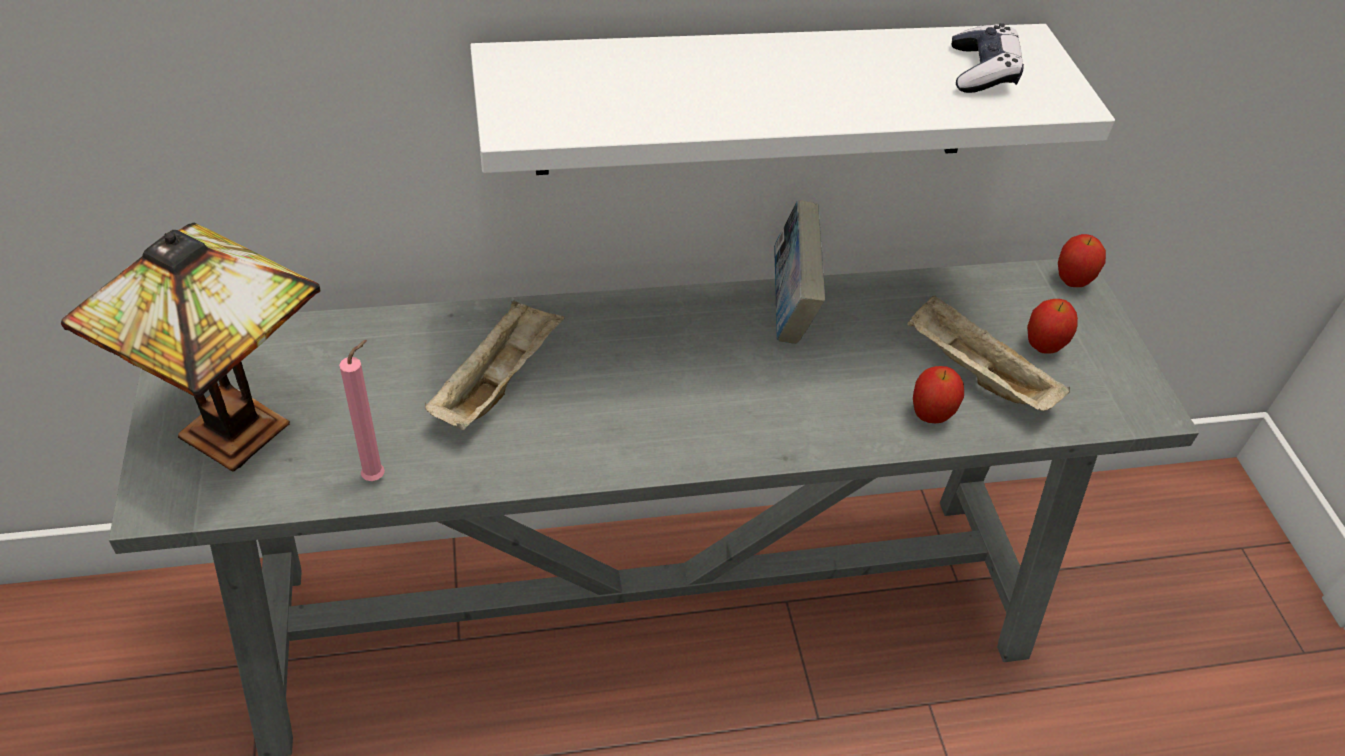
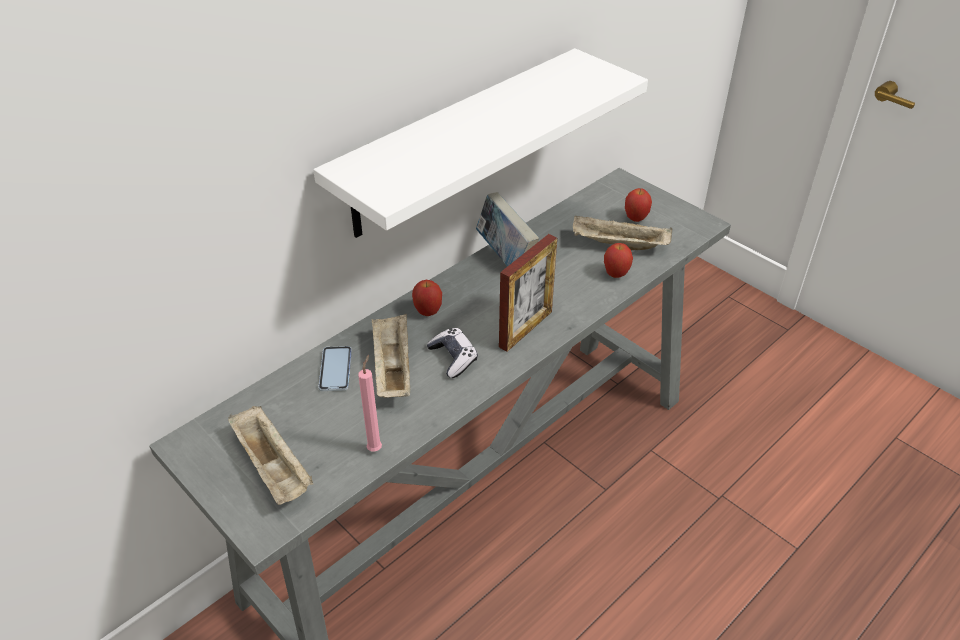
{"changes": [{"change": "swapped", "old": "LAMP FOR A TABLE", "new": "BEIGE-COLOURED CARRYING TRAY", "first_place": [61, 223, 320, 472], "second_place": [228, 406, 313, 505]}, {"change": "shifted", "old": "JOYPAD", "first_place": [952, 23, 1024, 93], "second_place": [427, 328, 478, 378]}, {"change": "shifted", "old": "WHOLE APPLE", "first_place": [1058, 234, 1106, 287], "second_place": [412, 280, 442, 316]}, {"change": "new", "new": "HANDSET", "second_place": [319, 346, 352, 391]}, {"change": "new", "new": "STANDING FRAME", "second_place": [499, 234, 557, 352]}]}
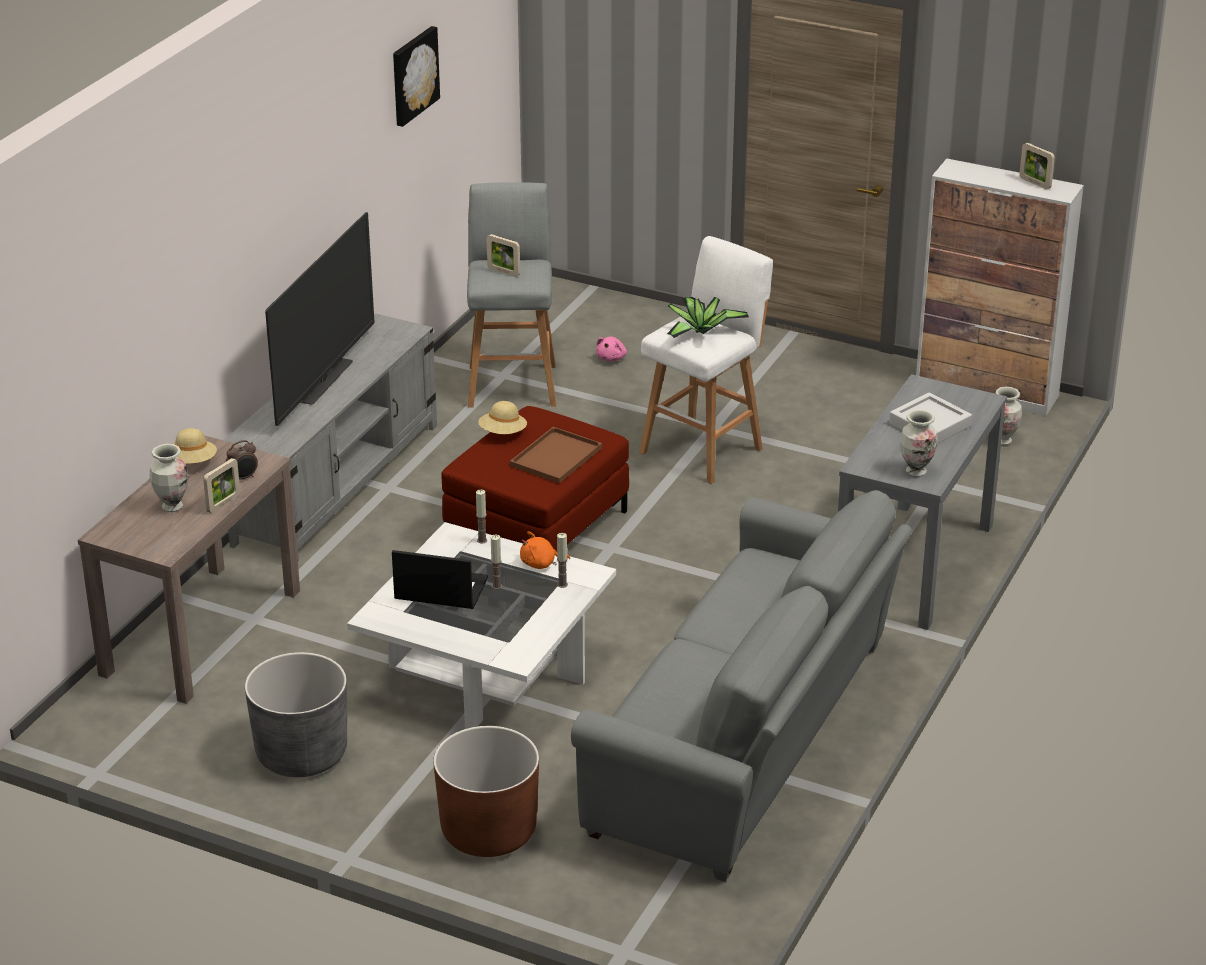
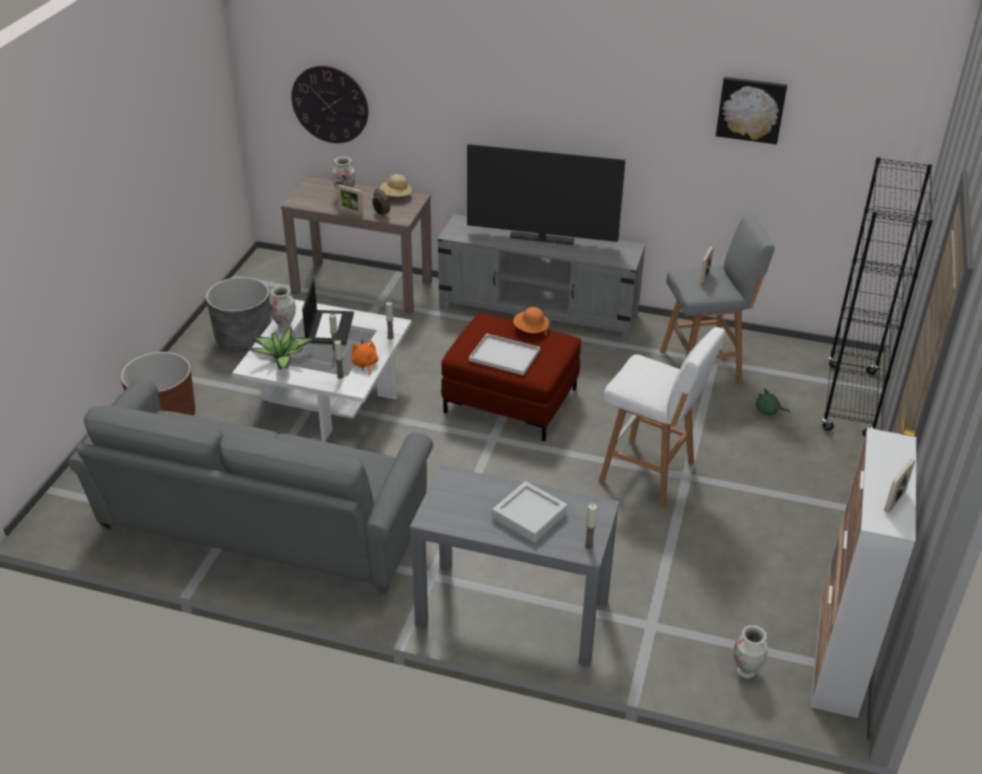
{"changes": [{"change": "repainted", "old": "BEIGE-COLOURED WEARABLE HAT", "new": "ORANGE-COLOURED WEARABLE HAT", "first_place": [478, 401, 527, 434], "second_place": [513, 307, 549, 336]}, {"change": "repainted", "old": "BROWN-COLOURED CARRYING TRAY", "new": "WHITISH CARRYING TRAY", "first_place": [510, 427, 602, 484], "second_place": [469, 334, 540, 375]}, {"change": "repainted", "old": "PINK-COLOURED SOFT TOY", "new": "GREEN-COLOURED SOFT TOY", "first_place": [596, 337, 627, 361], "second_place": [756, 389, 790, 416]}, {"change": "shifted", "old": "POTTED PLANT", "first_place": [667, 297, 749, 338], "second_place": [250, 328, 314, 369]}, {"change": "shifted", "old": "VASE", "first_place": [900, 410, 937, 477], "second_place": [269, 286, 296, 332]}, {"change": "new", "new": "HANGING CLOCK", "second_place": [291, 65, 368, 143]}, {"change": "new", "new": "CANDLE", "second_place": [584, 504, 597, 549]}, {"change": "new", "new": "BLACKISH SHELVING UNIT", "second_place": [822, 157, 933, 437]}]}
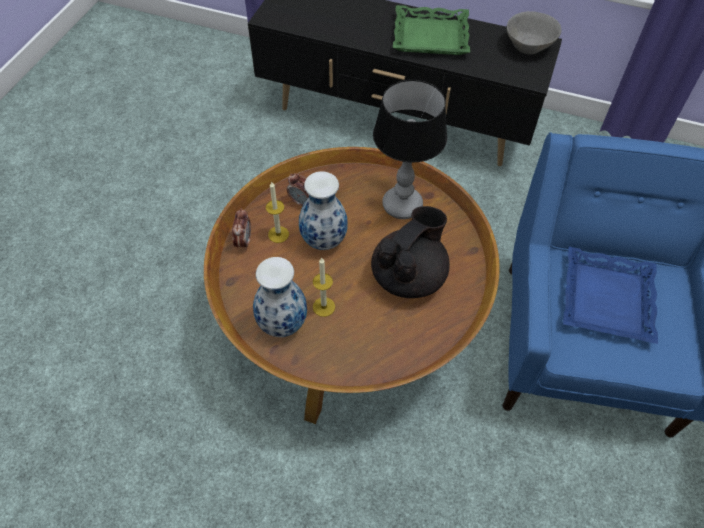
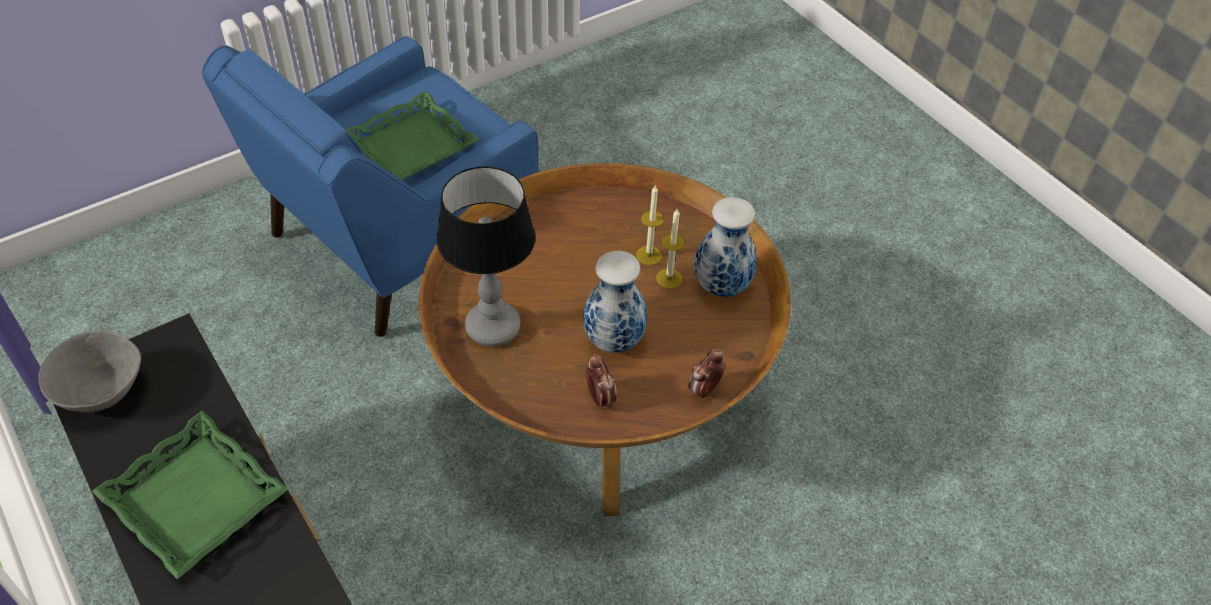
{"changes": [{"change": "shifted", "old": "CANDLE", "first_place": [266, 182, 289, 243], "second_place": [636, 186, 664, 265]}, {"change": "gone", "old": "BLACKISH TEA POT", "first_place": [371, 206, 450, 298]}, {"change": "repainted", "old": "BLUE CARRYING TRAY", "new": "GREEN-COLOURED CARRYING TRAY", "first_place": [563, 247, 658, 344], "second_place": [345, 91, 480, 180]}]}
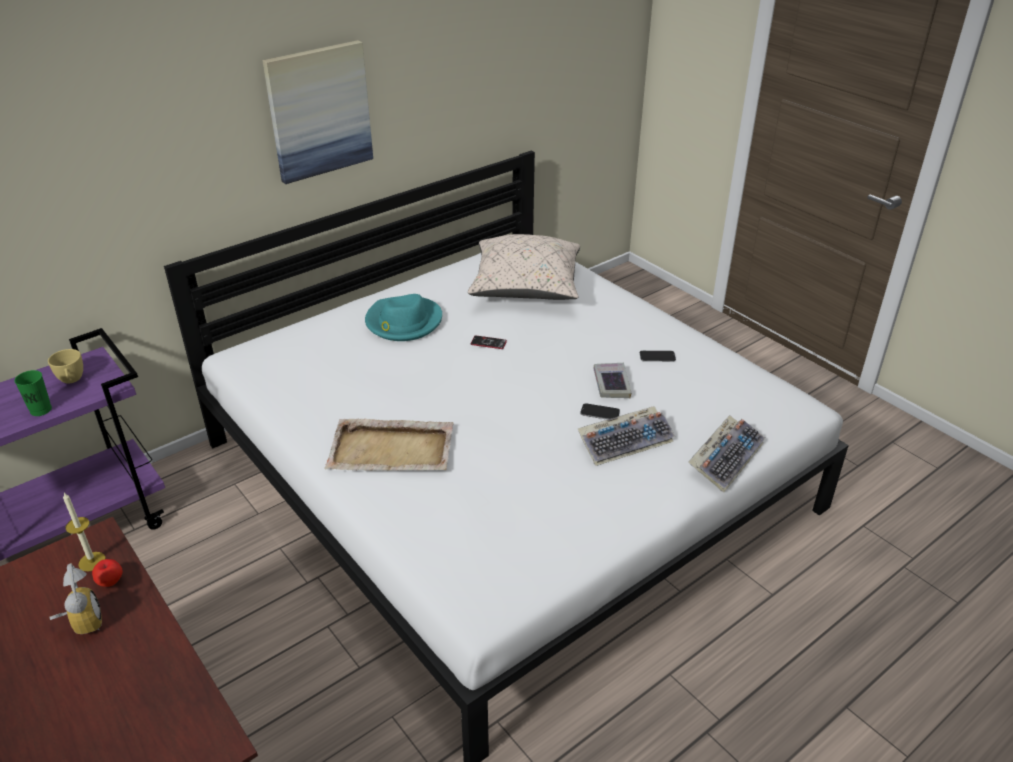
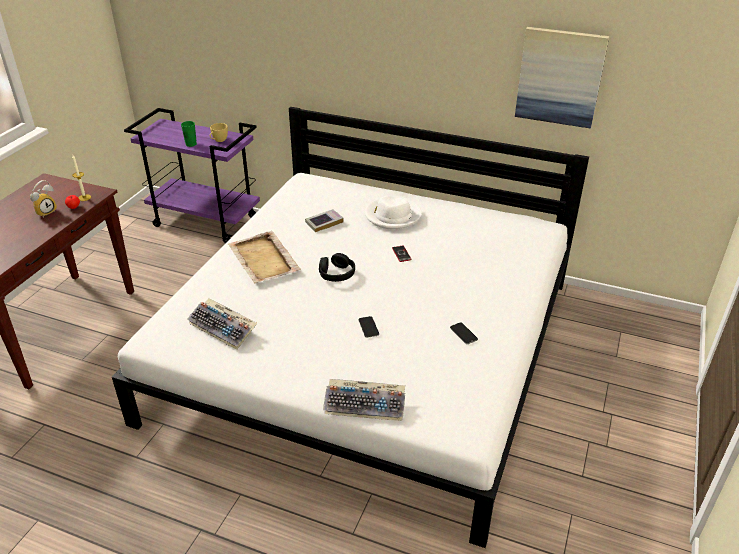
{"changes": [{"change": "shifted", "old": "WALL PICTURE", "first_place": [262, 40, 373, 184], "second_place": [515, 27, 609, 129]}, {"change": "repainted", "old": "BLUE-GREEN WEARABLE HAT", "new": "WHITISH WEARABLE HAT", "first_place": [365, 294, 442, 341], "second_place": [365, 196, 422, 229]}, {"change": "gone", "old": "BEIGE-COLOURED CUSHION", "first_place": [468, 234, 580, 300]}, {"change": "shifted", "old": "COMPUTER KEYBOARD", "first_place": [578, 406, 676, 466], "second_place": [187, 298, 257, 350]}, {"change": "shifted", "old": "VOLUME", "first_place": [593, 363, 631, 398], "second_place": [305, 209, 344, 232]}, {"change": "new", "new": "BLACKISH HEADSET", "second_place": [319, 253, 355, 282]}]}
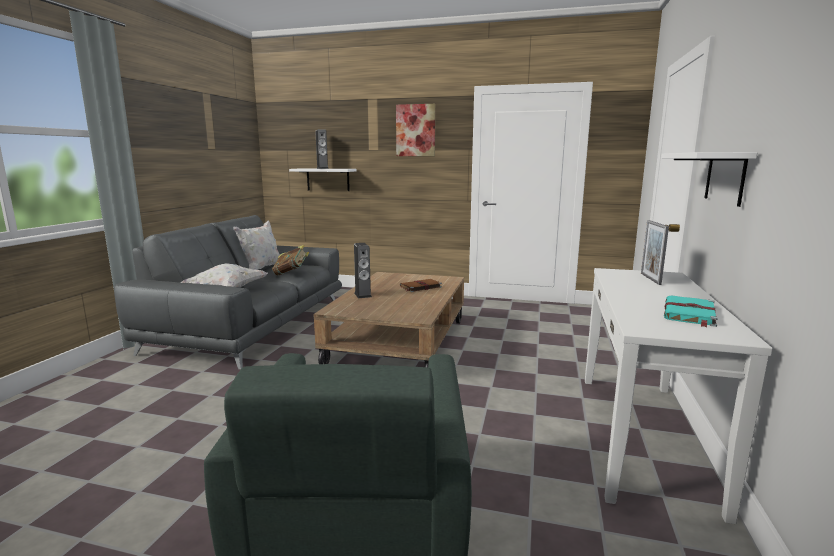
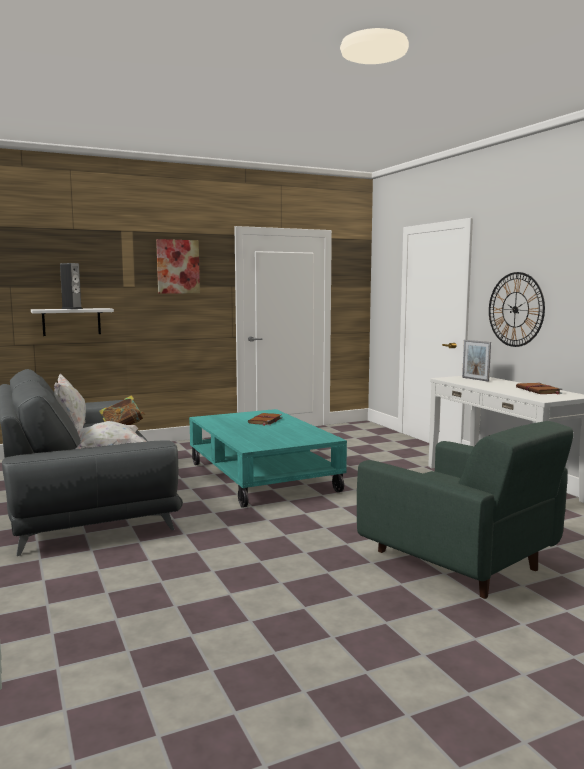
{"changes": [{"change": "repainted", "old": "BROWN-COLOURED LOUNGE TABLE", "new": "BLUE-GREEN LOUNGE TABLE", "first_place": [313, 272, 464, 367], "second_place": [189, 409, 347, 508]}, {"change": "gone", "old": "LOUDSPEAKER", "first_place": [354, 243, 372, 298]}, {"change": "swapped", "old": "WHITISH SHELF", "new": "HANGING CLOCK", "first_place": [661, 152, 757, 207], "second_place": [489, 272, 545, 347]}, {"change": "repainted", "old": "BLUE-GREEN VOLUME", "new": "BROWN-COLOURED VOLUME", "first_place": [664, 295, 718, 327], "second_place": [516, 383, 562, 394]}]}
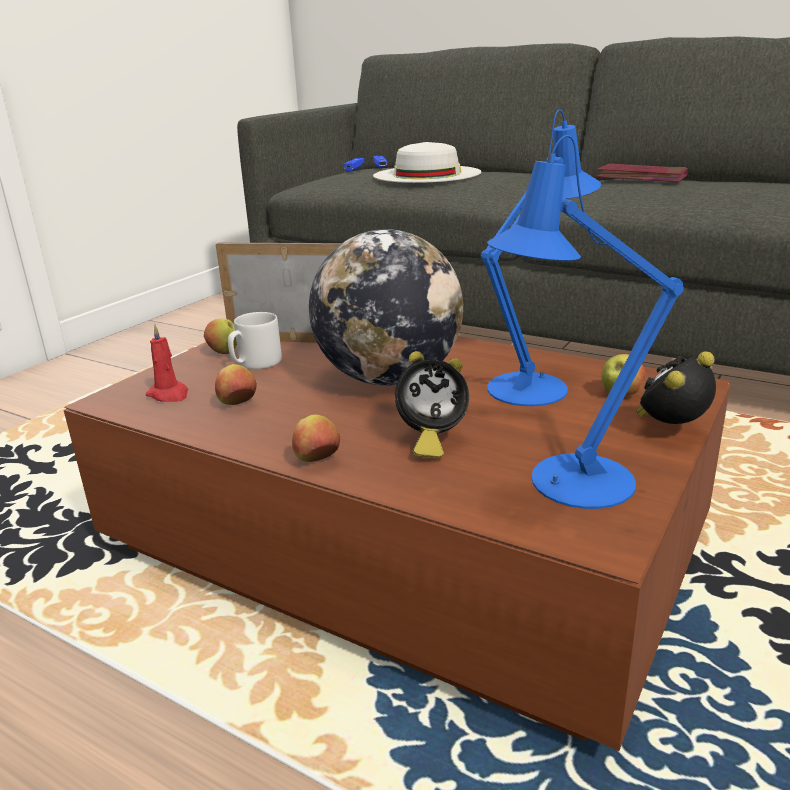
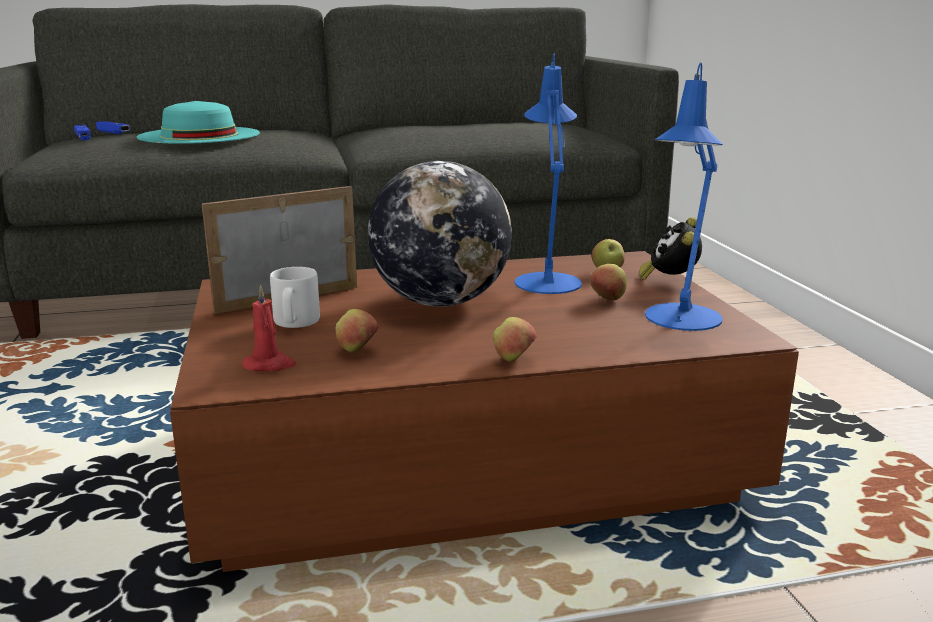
{"changes": [{"change": "shifted", "old": "WHOLE APPLE", "first_place": [204, 318, 237, 354], "second_place": [590, 264, 627, 300]}, {"change": "repainted", "old": "WHITISH WEARABLE HAT", "new": "BLUE-GREEN WEARABLE HAT", "first_place": [373, 142, 481, 183], "second_place": [137, 101, 260, 144]}, {"change": "gone", "old": "TABLE CLOCK", "first_place": [395, 351, 469, 458]}, {"change": "gone", "old": "RED-COLOURED VOLUME", "first_place": [596, 164, 688, 182]}]}
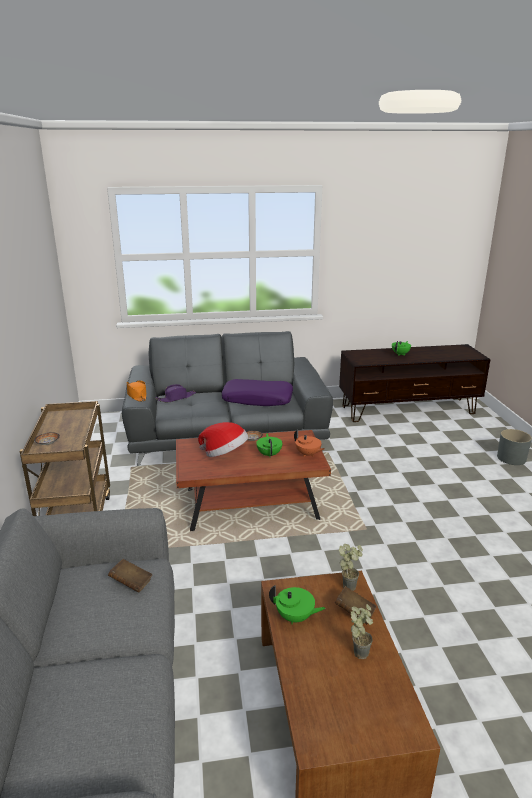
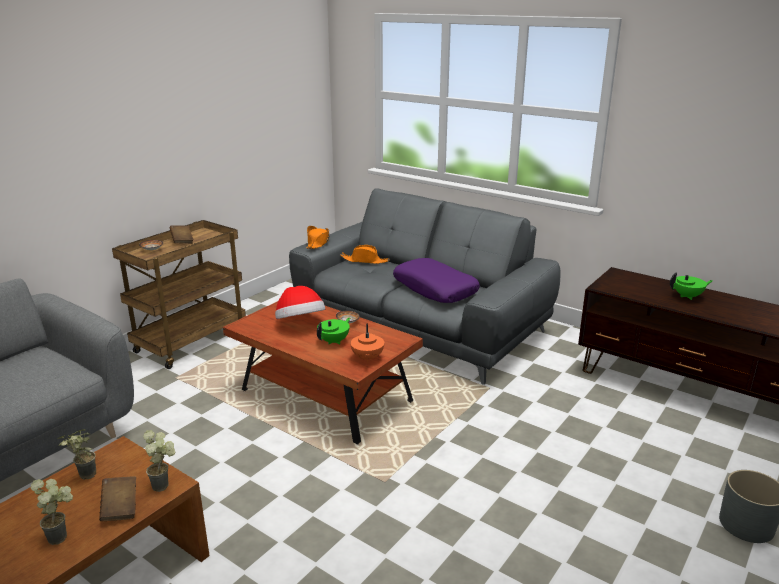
{"changes": [{"change": "shifted", "old": "BROWN-COLOURED VOLUME", "first_place": [108, 559, 152, 593], "second_place": [170, 225, 193, 244]}, {"change": "repainted", "old": "PURPLE-COLOURED WEARABLE HAT", "new": "ORANGE-COLOURED WEARABLE HAT", "first_place": [156, 384, 196, 402], "second_place": [340, 245, 390, 264]}, {"change": "swapped", "old": "GREEN-COLOURED TEA POT", "new": "POTTED PLANT", "first_place": [269, 585, 326, 624], "second_place": [57, 429, 96, 480]}]}
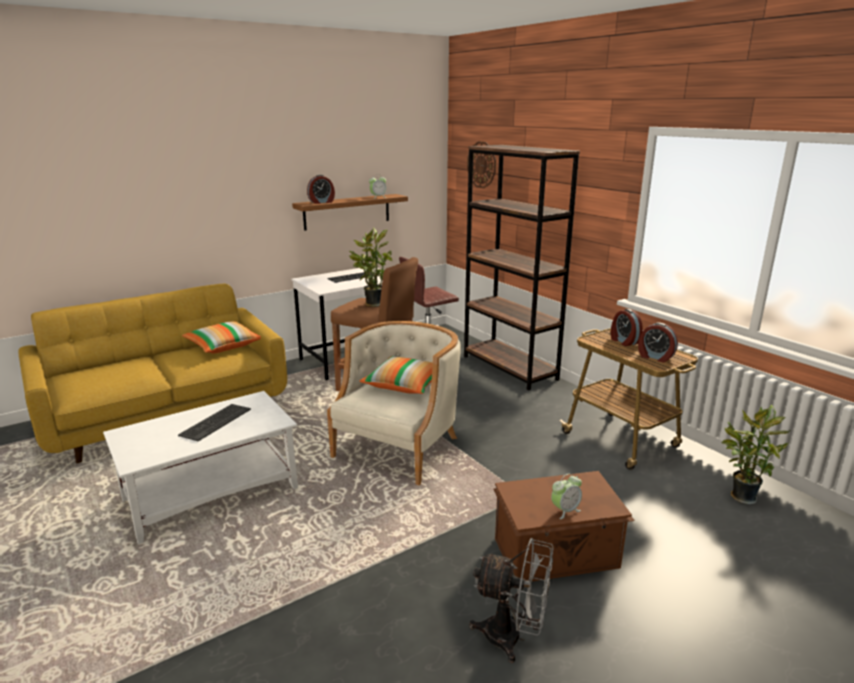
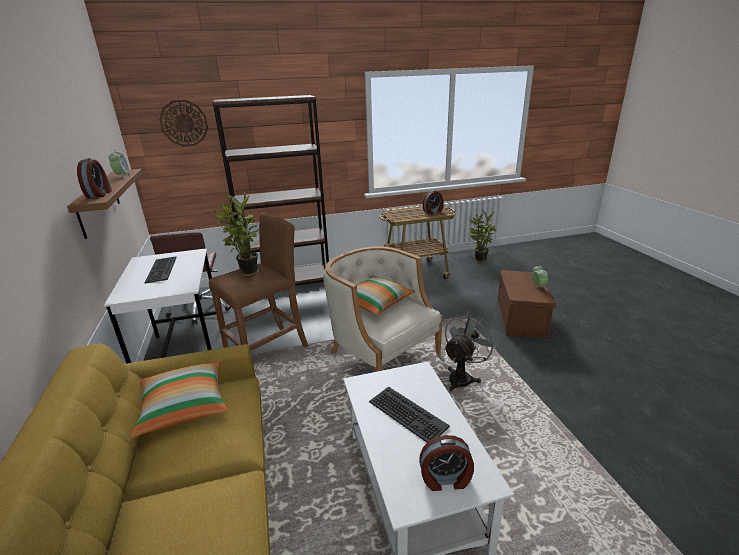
{"changes": [{"change": "shifted", "old": "GREYISH ELECTRIC FAN", "first_place": [469, 538, 553, 663], "second_place": [444, 312, 497, 392]}, {"change": "shifted", "old": "TABLE CLOCK", "first_place": [611, 309, 643, 346], "second_place": [419, 435, 474, 491]}]}
